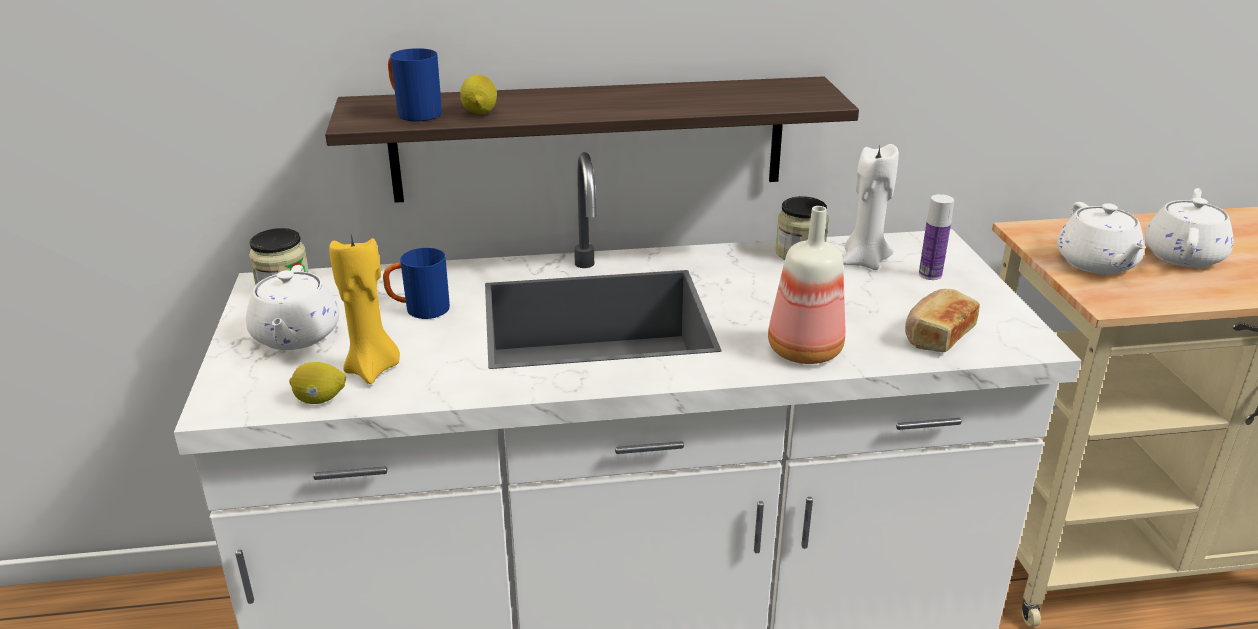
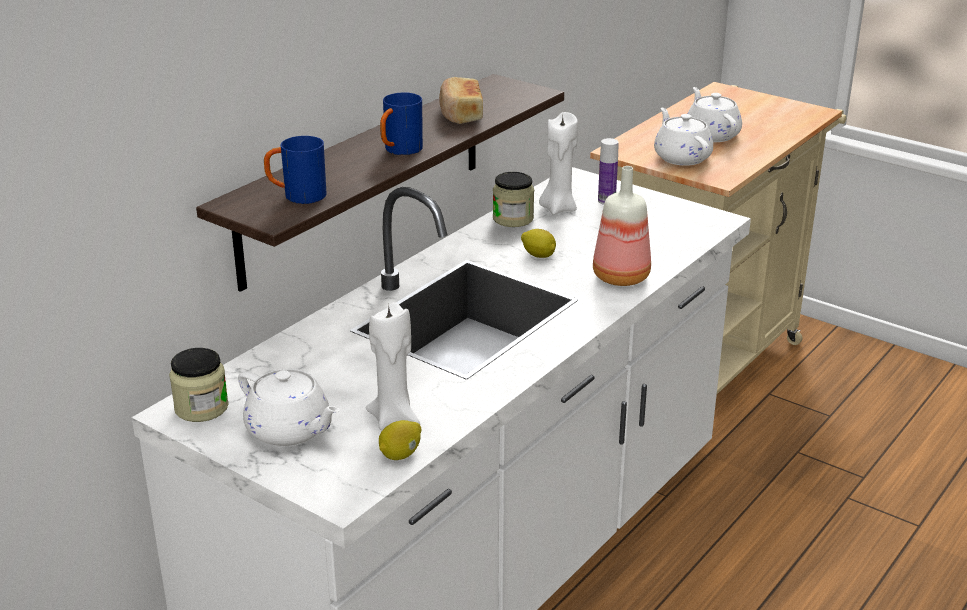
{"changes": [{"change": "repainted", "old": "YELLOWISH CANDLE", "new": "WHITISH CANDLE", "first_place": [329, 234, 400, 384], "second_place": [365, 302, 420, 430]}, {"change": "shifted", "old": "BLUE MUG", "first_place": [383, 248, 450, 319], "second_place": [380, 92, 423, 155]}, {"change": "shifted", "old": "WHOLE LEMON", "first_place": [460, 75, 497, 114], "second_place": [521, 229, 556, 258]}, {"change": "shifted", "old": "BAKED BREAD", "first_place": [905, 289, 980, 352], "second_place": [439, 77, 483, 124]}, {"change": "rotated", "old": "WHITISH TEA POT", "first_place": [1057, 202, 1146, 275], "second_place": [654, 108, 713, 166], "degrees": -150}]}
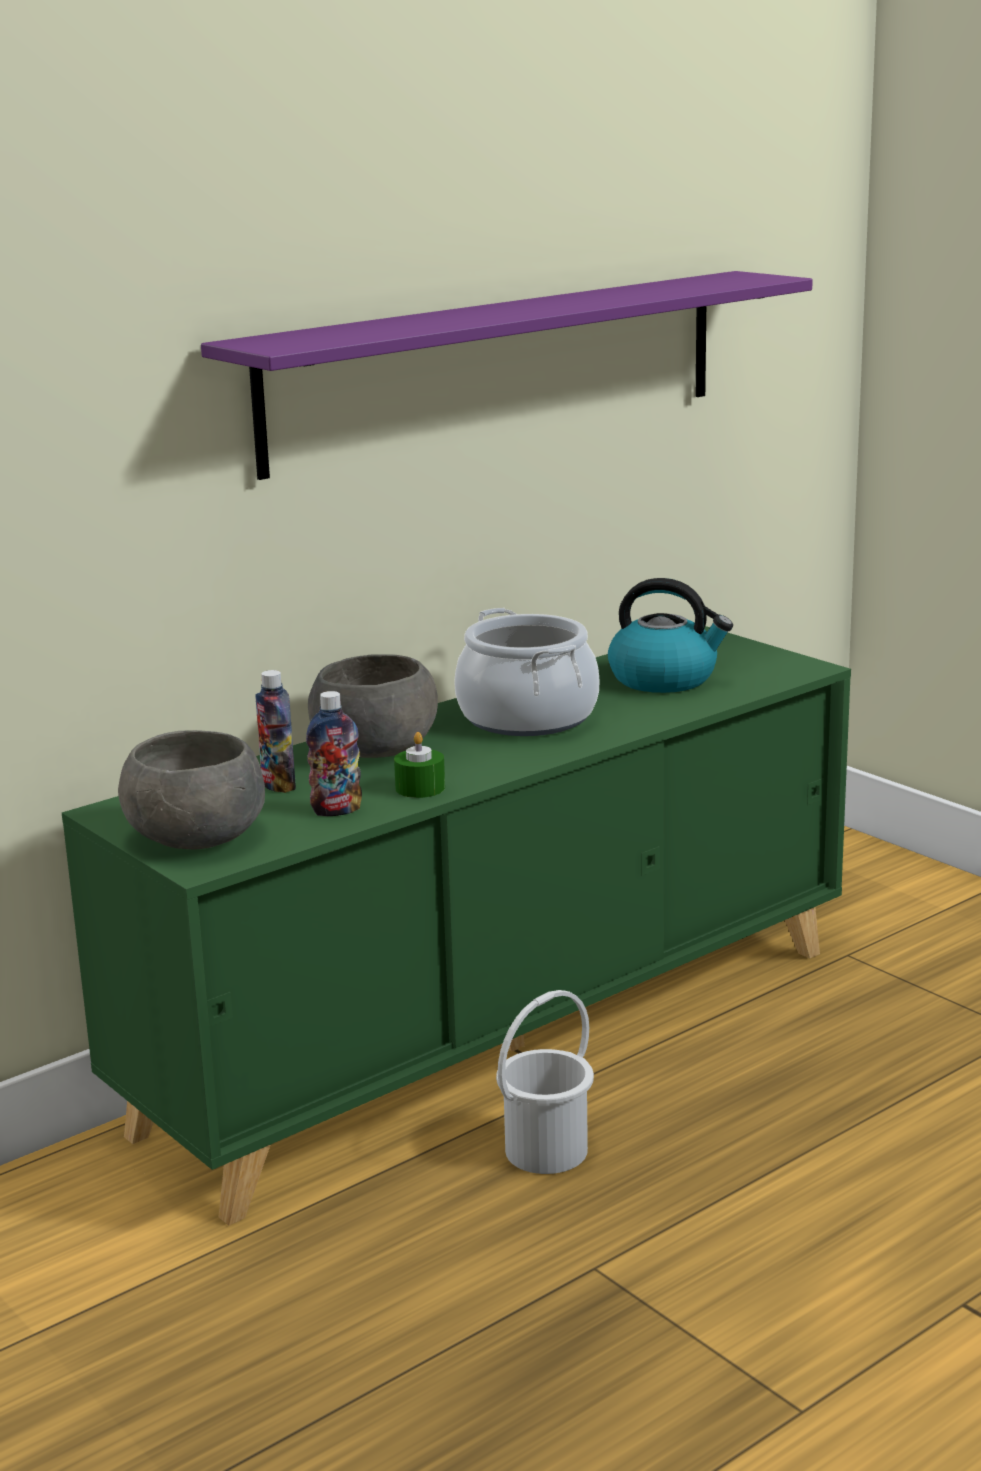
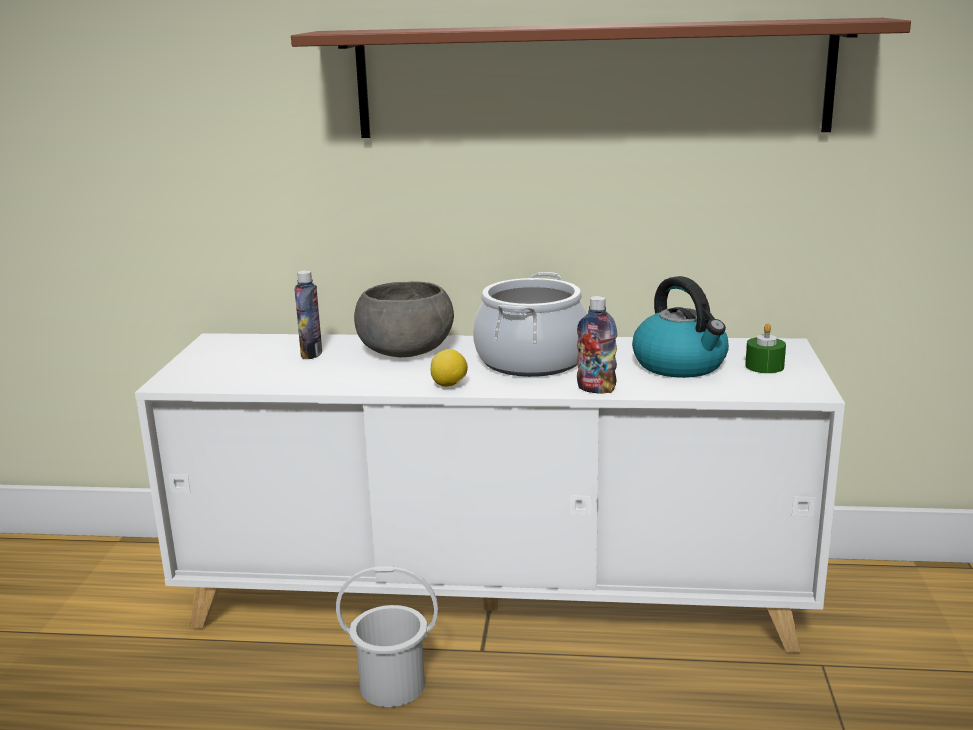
{"changes": [{"change": "repainted", "old": "GREEN-COLOURED CABINET", "new": "WHITISH CABINET", "first_place": [62, 626, 851, 1226], "second_place": [135, 333, 845, 653]}, {"change": "gone", "old": "GREYISH DEEP DISH", "first_place": [118, 730, 265, 850]}, {"change": "repainted", "old": "PURPLE-COLOURED SHELF", "new": "BROWN-COLOURED SHELF", "first_place": [201, 271, 813, 480], "second_place": [291, 18, 911, 138]}, {"change": "shifted", "old": "BEVERAGE BOTTLE", "first_place": [306, 691, 362, 816], "second_place": [577, 296, 617, 394]}, {"change": "shifted", "old": "GREEN-COLOURED CANDLE", "first_place": [394, 732, 445, 798], "second_place": [745, 323, 786, 373]}, {"change": "new", "new": "WHOLE LEMON", "second_place": [431, 349, 468, 387]}]}
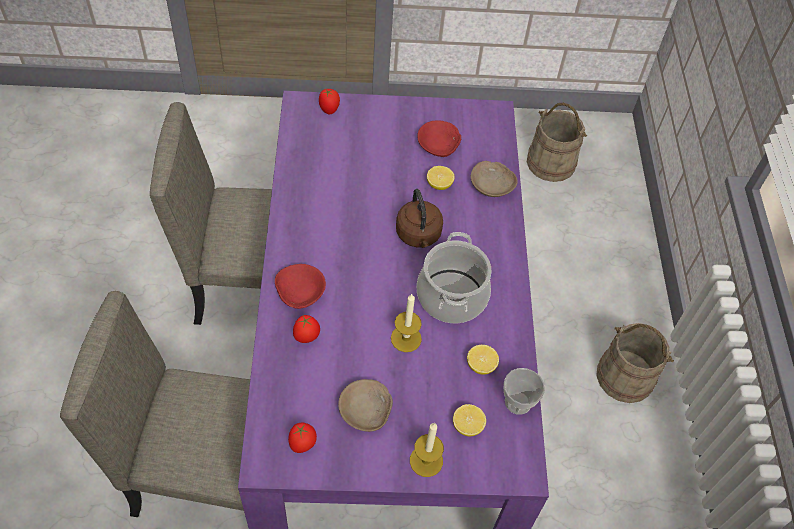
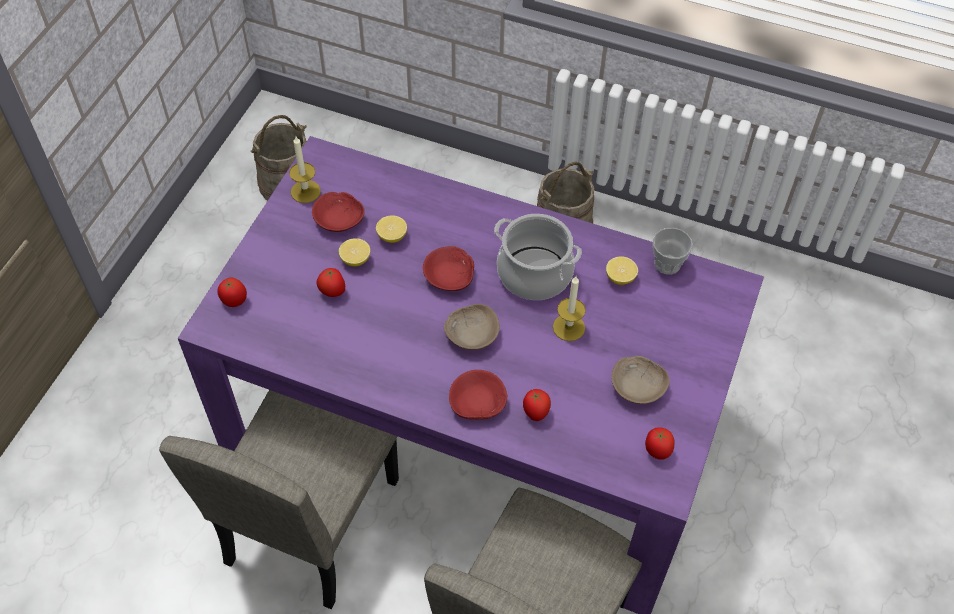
{"changes": [{"change": "swapped", "old": "BROWN-COLOURED WATER KETTLE", "new": "RED-COLOURED DEEP DISH", "first_place": [396, 189, 443, 248], "second_place": [423, 246, 474, 291]}, {"change": "shifted", "old": "CANDLE", "first_place": [410, 423, 444, 477], "second_place": [289, 137, 321, 203]}, {"change": "shifted", "old": "WHOLE LEMON", "first_place": [453, 404, 486, 436], "second_place": [339, 238, 370, 267]}, {"change": "shifted", "old": "BEIGE-COLOURED DEEP DISH", "first_place": [471, 161, 518, 197], "second_place": [444, 304, 500, 350]}, {"change": "new", "new": "FRESH TOMATO", "second_place": [316, 268, 345, 297]}]}
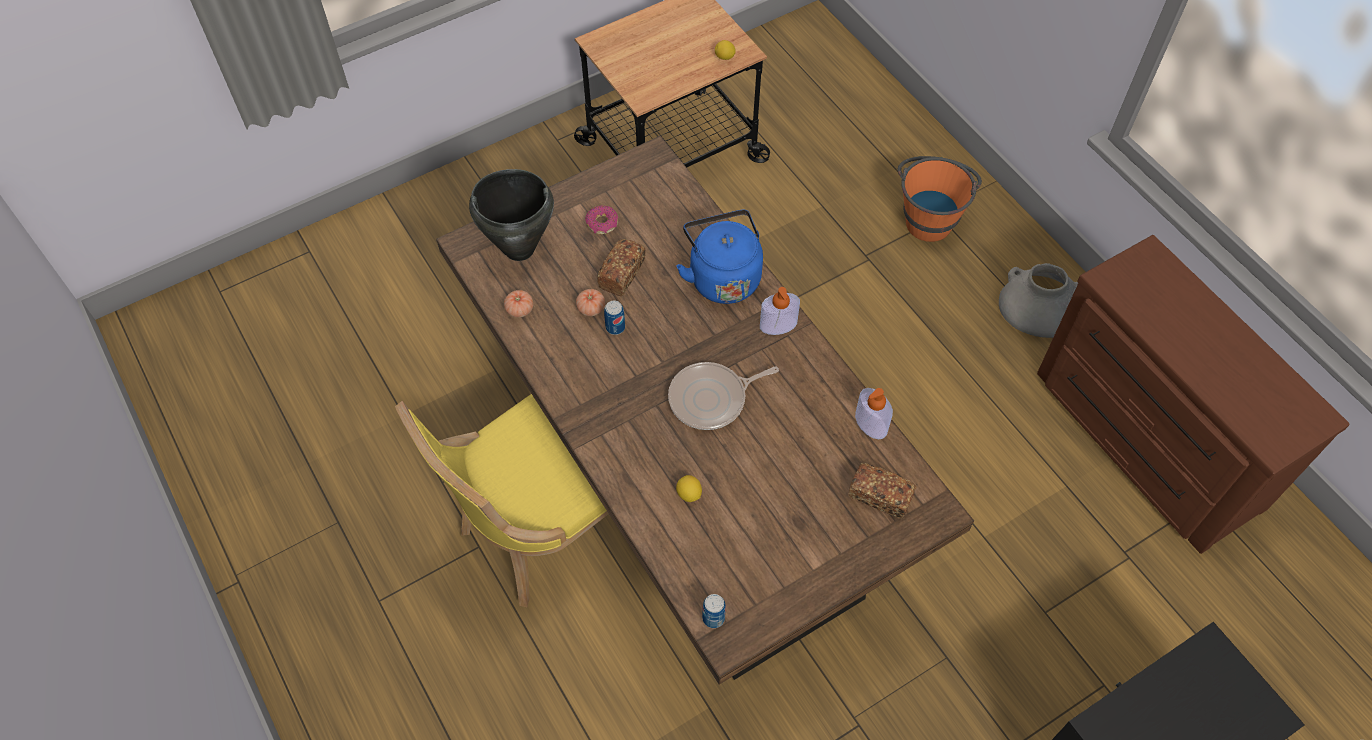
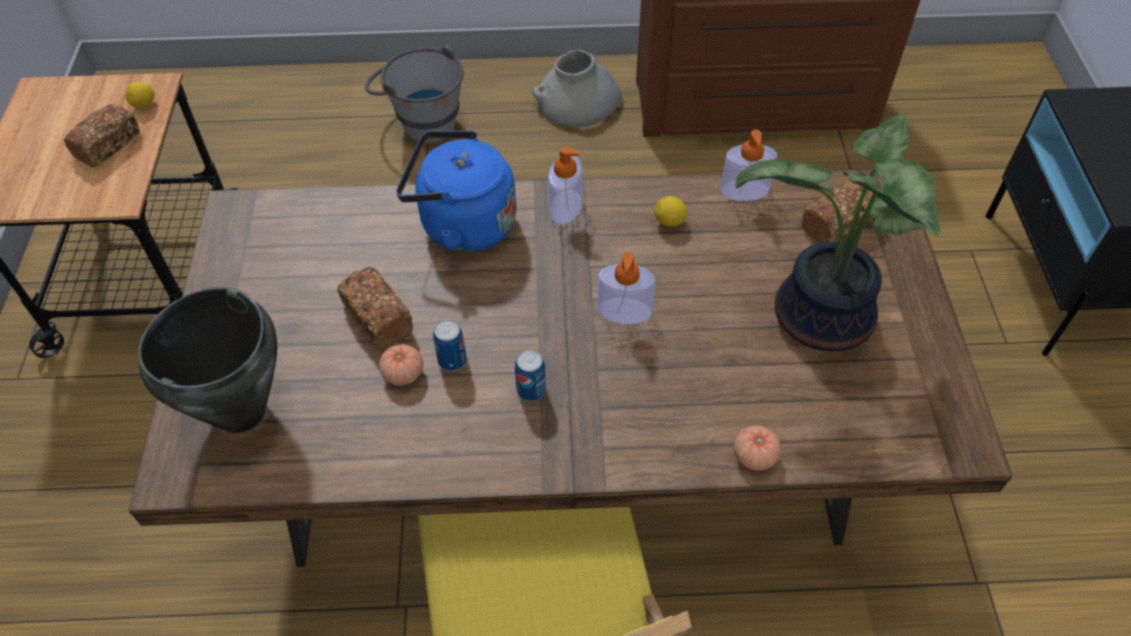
{"changes": [{"change": "shifted", "old": "FRESH TOMATO", "first_place": [504, 290, 533, 318], "second_place": [734, 426, 781, 471]}, {"change": "gone", "old": "DONUT", "first_place": [585, 206, 618, 234]}, {"change": "swapped", "old": "FRYING PAN", "new": "SOAP BOTTLE", "first_place": [668, 362, 779, 430], "second_place": [597, 252, 655, 324]}, {"change": "shifted", "old": "WHOLE LEMON", "first_place": [676, 475, 702, 502], "second_place": [654, 196, 687, 227]}, {"change": "shifted", "old": "METAL CAN", "first_place": [702, 594, 726, 628], "second_place": [515, 350, 546, 401]}, {"change": "repainted", "old": "ORANGE-COLOURED WATER BUCKET", "new": "GREYISH WATER BUCKET", "first_place": [898, 156, 982, 242], "second_place": [365, 44, 464, 143]}, {"change": "new", "new": "BAKED BREAD", "second_place": [64, 104, 140, 167]}, {"change": "new", "new": "POTTED PLANT", "second_place": [735, 114, 940, 351]}]}
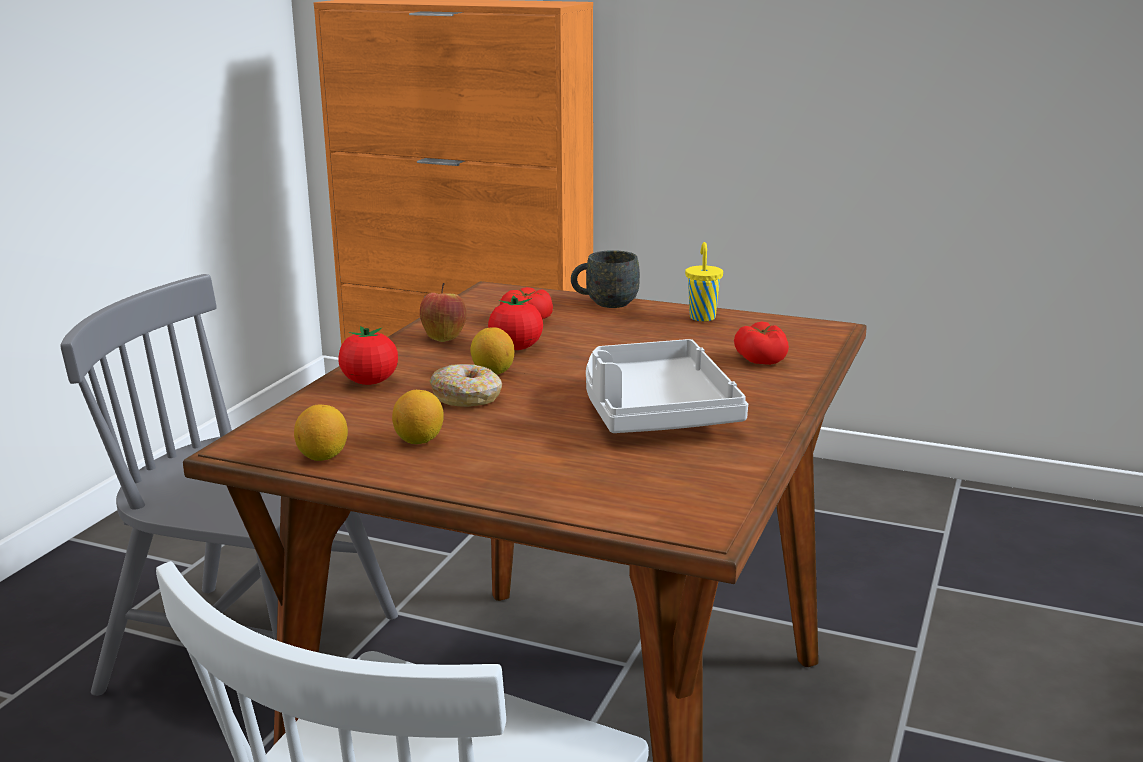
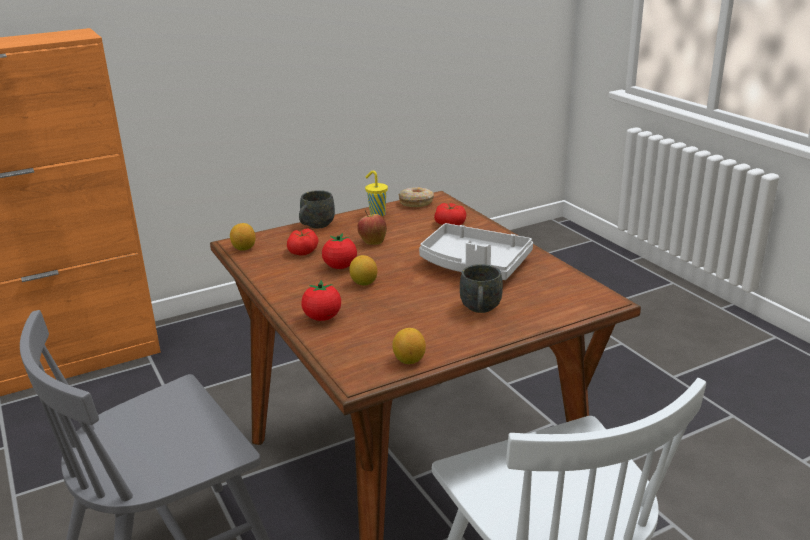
{"changes": [{"change": "shifted", "old": "WHOLE LEMON", "first_place": [392, 390, 444, 444], "second_place": [230, 223, 256, 251]}, {"change": "shifted", "old": "WHOLE APPLE", "first_place": [420, 283, 467, 342], "second_place": [357, 210, 387, 245]}, {"change": "shifted", "old": "DONUT", "first_place": [429, 364, 502, 407], "second_place": [399, 187, 434, 207]}, {"change": "new", "new": "GREYISH MUG", "second_place": [460, 264, 503, 313]}]}
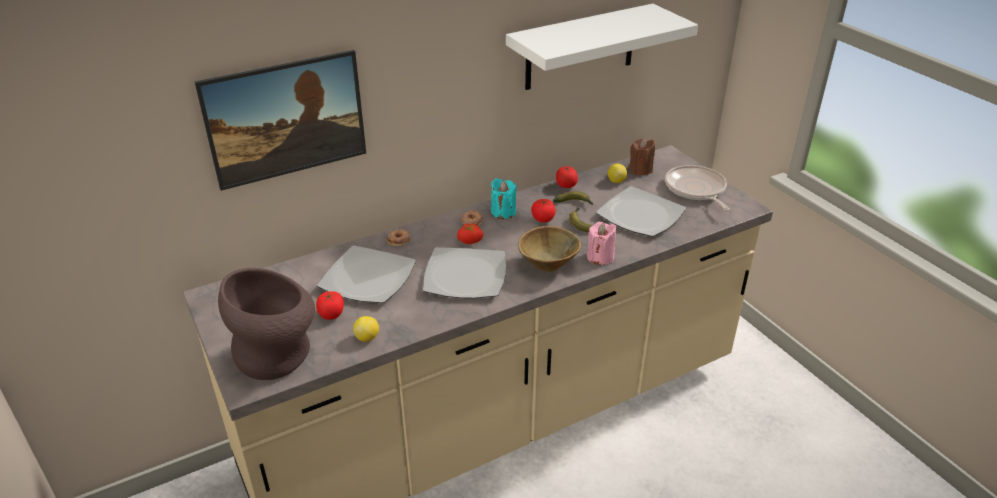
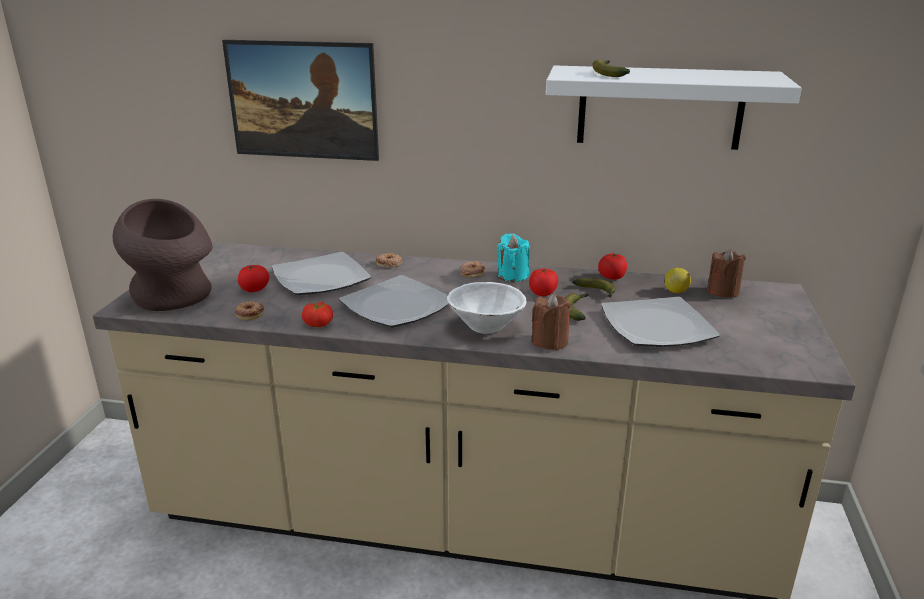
{"changes": [{"change": "swapped", "old": "WHOLE LEMON", "new": "DONUT", "first_place": [353, 316, 379, 342], "second_place": [235, 301, 264, 320]}, {"change": "shifted", "old": "FRESH TOMATO", "first_place": [457, 223, 484, 244], "second_place": [302, 302, 333, 327]}, {"change": "repainted", "old": "BROWN-COLOURED DEEP DISH", "new": "WHITISH DEEP DISH", "first_place": [518, 226, 581, 272], "second_place": [447, 282, 527, 334]}, {"change": "repainted", "old": "PINK-COLOURED CANDLE", "new": "BROWN-COLOURED CANDLE", "first_place": [587, 222, 616, 265], "second_place": [531, 294, 570, 350]}, {"change": "gone", "old": "FRYING PAN", "first_place": [665, 165, 730, 211]}, {"change": "new", "new": "BANANA", "second_place": [592, 59, 630, 77]}]}
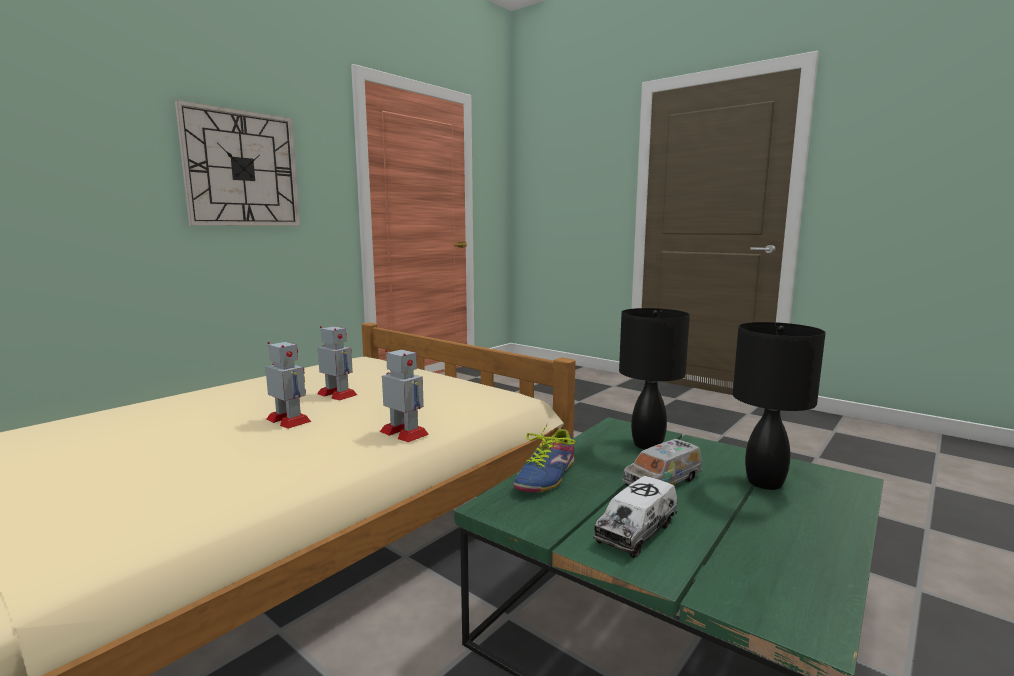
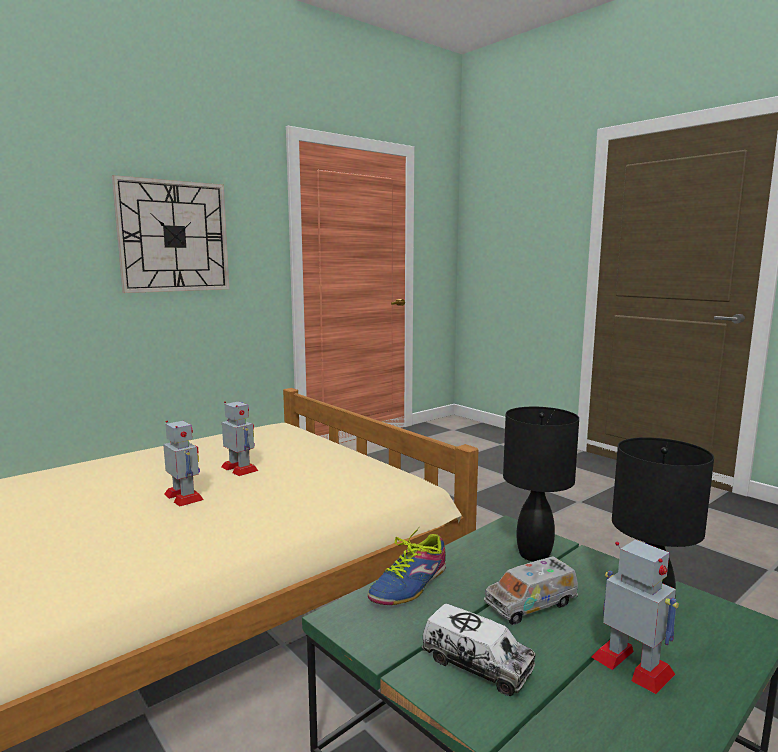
{"changes": [{"change": "shifted", "old": "TOY ROBOT", "first_place": [380, 349, 429, 442], "second_place": [592, 540, 679, 694]}, {"change": "rotated", "old": "TOY TRUCK", "first_place": [593, 476, 677, 558], "second_place": [422, 604, 536, 696], "degrees": -105}]}
